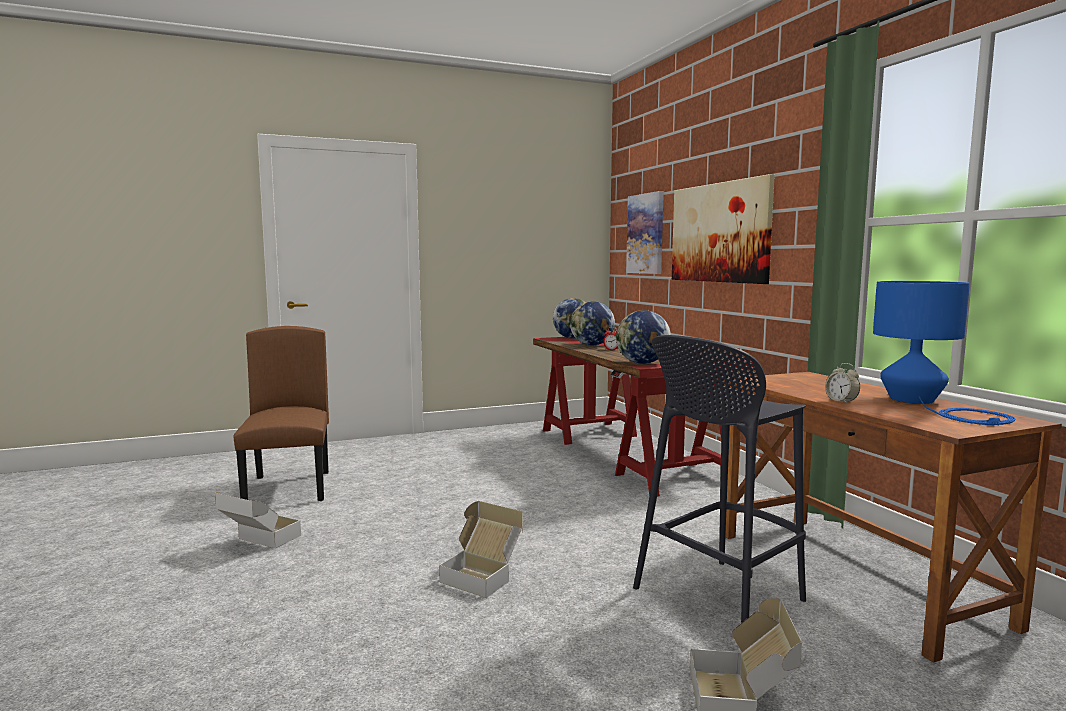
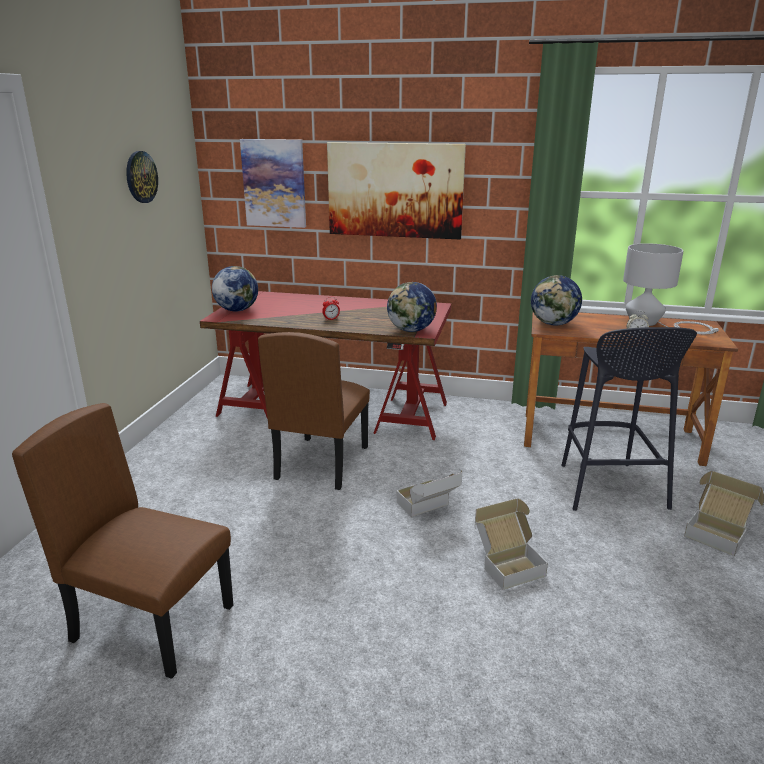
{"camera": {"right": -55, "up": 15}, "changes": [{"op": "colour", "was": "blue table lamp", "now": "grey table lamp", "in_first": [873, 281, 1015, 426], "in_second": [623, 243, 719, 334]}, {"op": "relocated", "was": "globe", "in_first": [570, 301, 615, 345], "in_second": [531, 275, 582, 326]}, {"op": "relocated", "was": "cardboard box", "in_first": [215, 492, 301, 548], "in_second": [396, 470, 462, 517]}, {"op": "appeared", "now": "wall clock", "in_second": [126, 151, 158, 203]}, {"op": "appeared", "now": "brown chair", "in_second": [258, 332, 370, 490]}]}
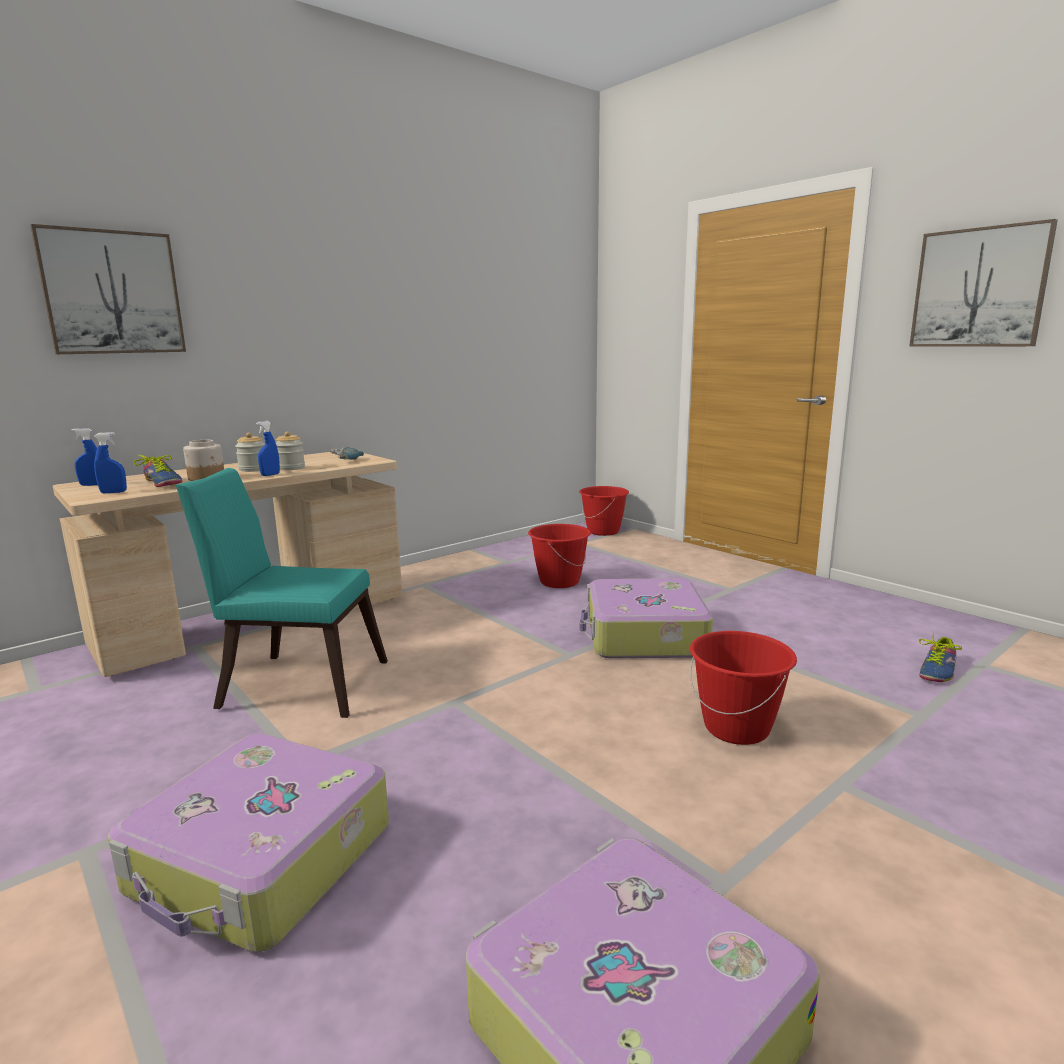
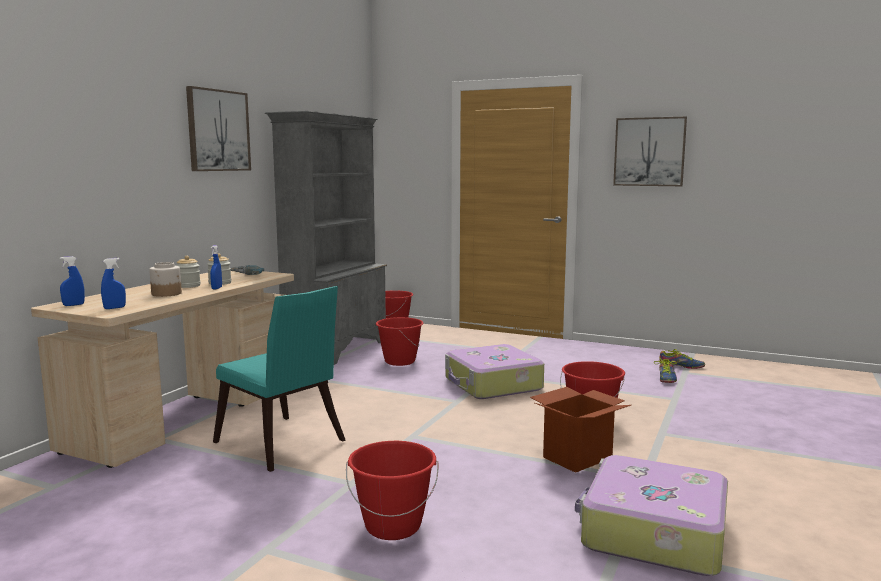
{"camera": {"right": -25, "up": -5}, "changes": [{"op": "relocated", "was": "picture", "in_first": [30, 224, 186, 354], "in_second": [186, 86, 251, 171]}, {"op": "relocated", "was": "shoe", "in_first": [134, 455, 183, 487], "in_second": [659, 349, 705, 369]}, {"op": "spun", "was": "turquoise chair", "in_first": [176, 468, 388, 718], "in_second": [213, 286, 346, 472], "clockwise": -120}, {"op": "exchanged", "was": "suitcase", "now": "red bucket", "in_first": [108, 734, 389, 953], "in_second": [346, 441, 438, 540]}, {"op": "appeared", "now": "grey bookcase", "in_second": [265, 111, 387, 365]}, {"op": "appeared", "now": "cardboard box", "in_second": [530, 387, 631, 473]}]}
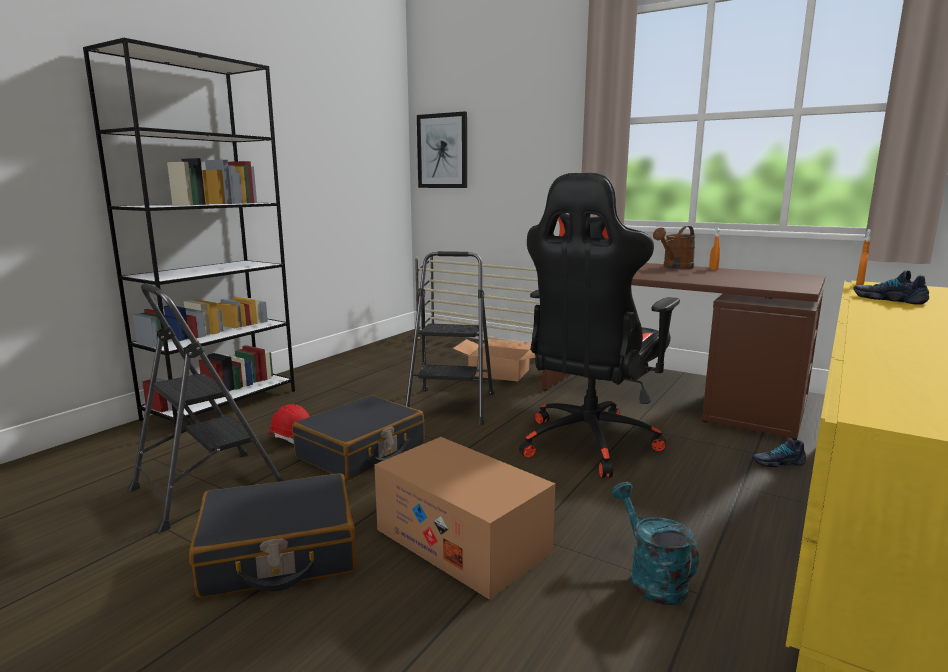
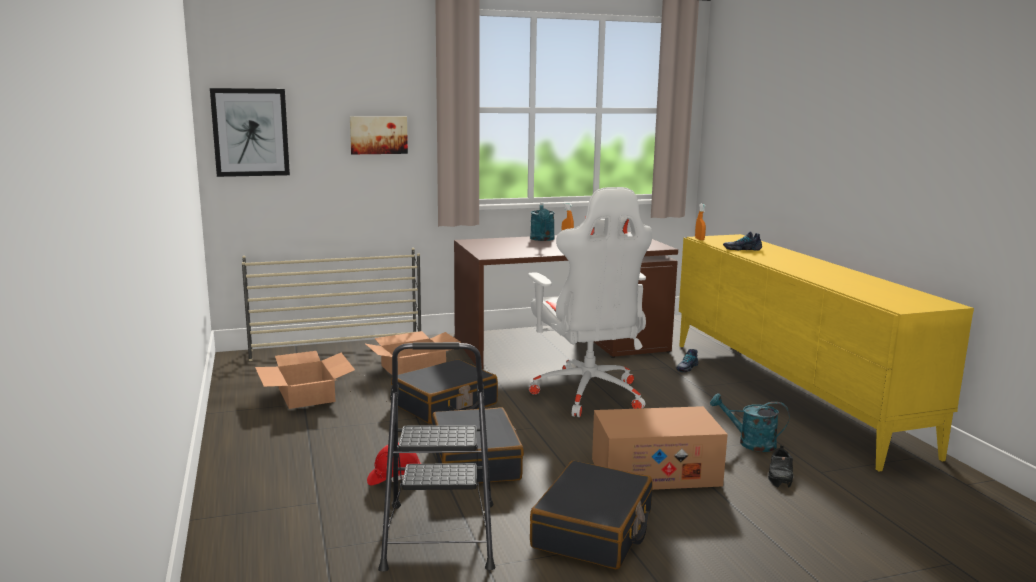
{"camera": {"right": -50, "up": 0}, "changes": [{"op": "missing", "was": "white bookcase", "in_first": [83, 38, 295, 426]}, {"op": "colour", "was": "black office chair", "now": "white office chair", "in_first": [519, 173, 680, 478], "in_second": [528, 187, 652, 417]}, {"op": "colour", "was": "brown watering can", "now": "turquoise watering can", "in_first": [653, 226, 696, 269], "in_second": [530, 203, 555, 241]}, {"op": "exchanged", "was": "black step ladder", "now": "black suitcase", "in_first": [406, 251, 494, 425], "in_second": [391, 359, 498, 424]}, {"op": "appeared", "now": "picture", "in_second": [350, 116, 408, 154]}, {"op": "appeared", "now": "cardboard box", "in_second": [255, 351, 355, 409]}, {"op": "appeared", "now": "black shoe", "in_second": [768, 445, 793, 488]}]}
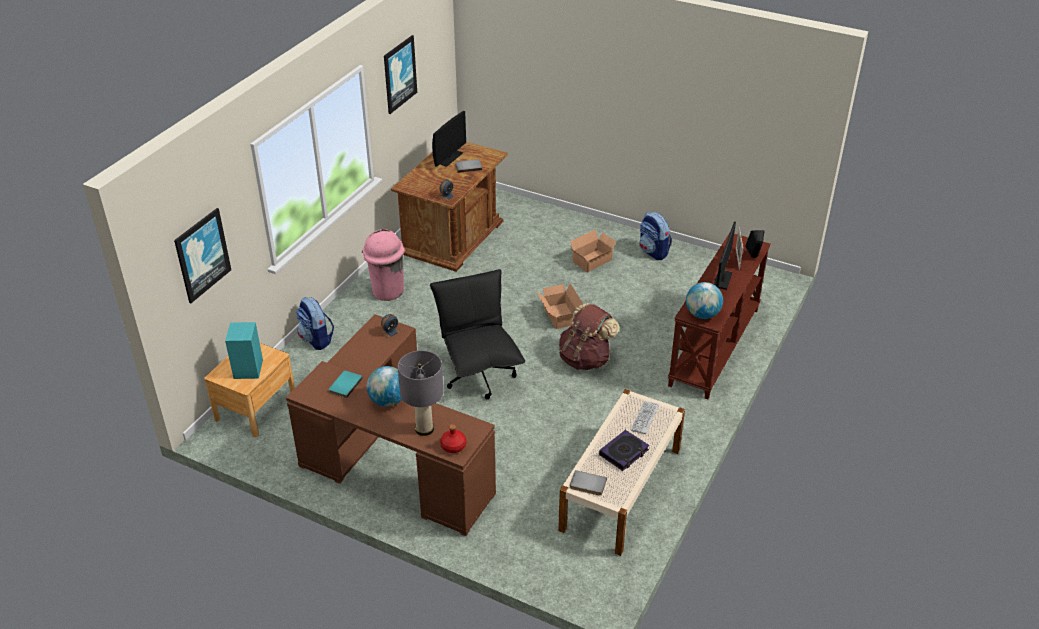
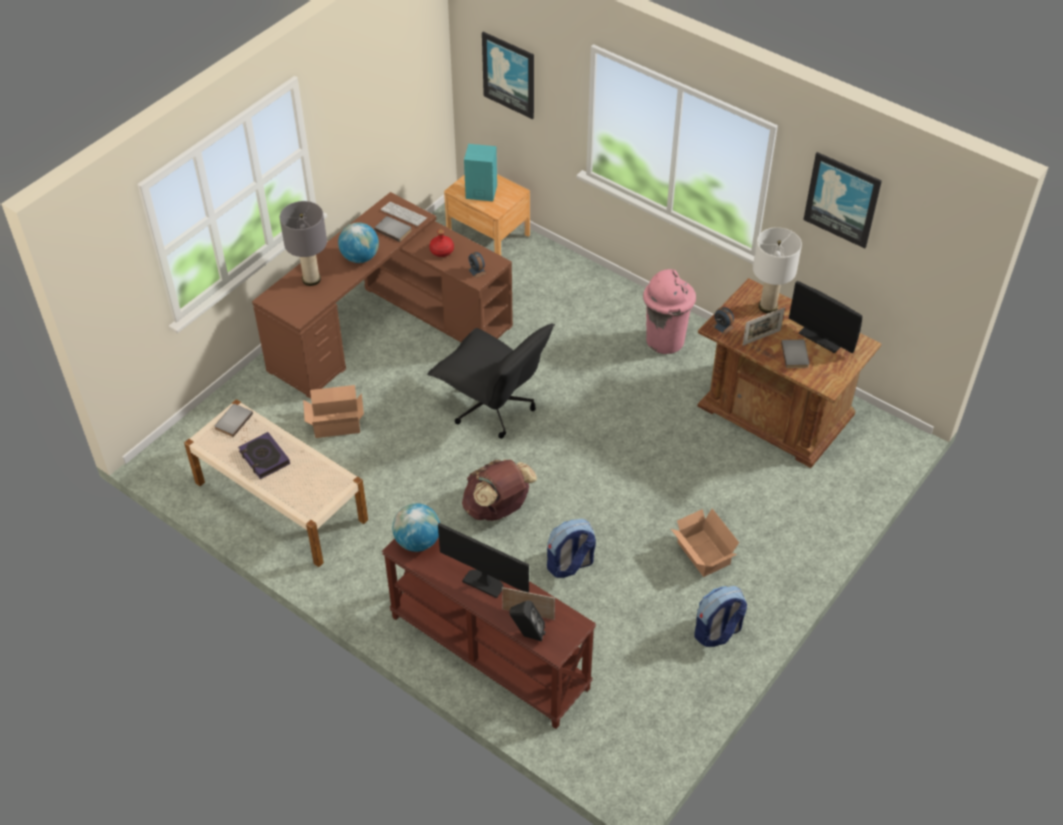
{"camera": {"right": 100, "up": 10}, "changes": [{"op": "spun", "was": "black office chair", "in_first": [430, 269, 525, 399], "in_second": [427, 324, 555, 439], "clockwise": 45}, {"op": "relocated", "was": "cardboard box", "in_first": [537, 283, 583, 329], "in_second": [303, 385, 364, 438]}, {"op": "relocated", "was": "backpack", "in_first": [296, 297, 334, 350], "in_second": [547, 519, 596, 578]}, {"op": "colour", "was": "turquoise book", "now": "grey book", "in_first": [329, 371, 363, 398], "in_second": [374, 216, 412, 242]}, {"op": "relocated", "was": "keyboard", "in_first": [630, 401, 659, 434], "in_second": [381, 202, 427, 226]}, {"op": "relocated", "was": "red bottle", "in_first": [440, 424, 466, 453], "in_second": [429, 229, 454, 257]}, {"op": "appeared", "now": "white table lamp", "in_second": [753, 227, 802, 313]}, {"op": "appeared", "now": "picture frame", "in_second": [743, 307, 785, 346]}]}
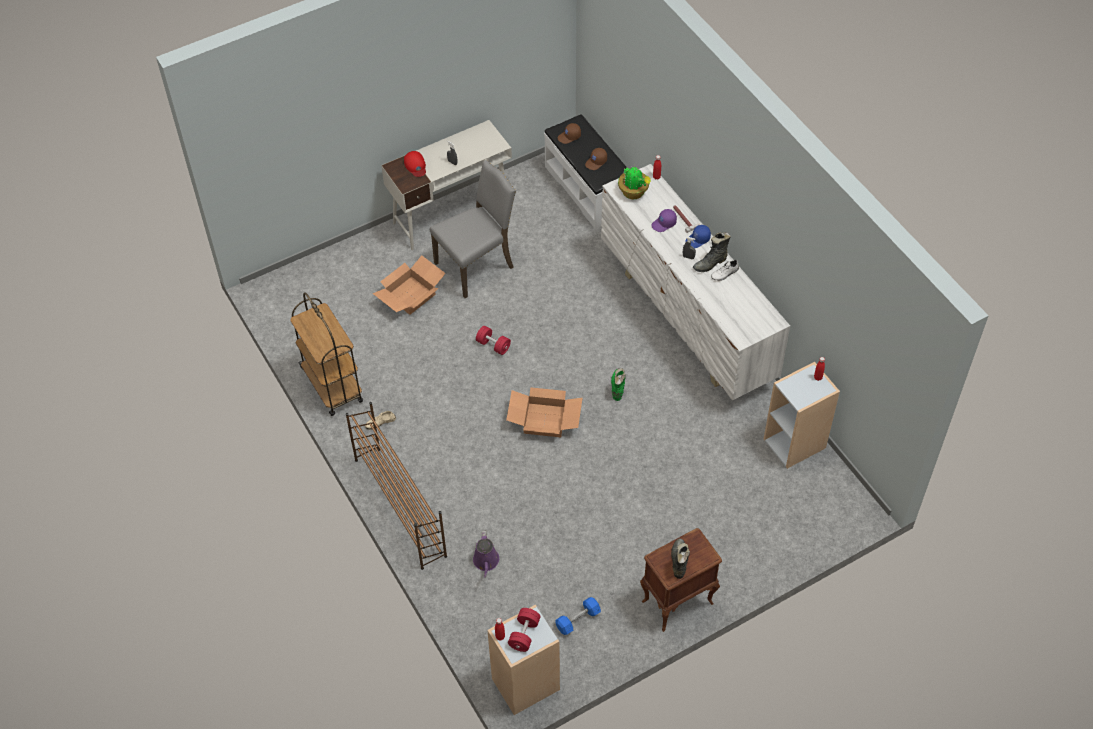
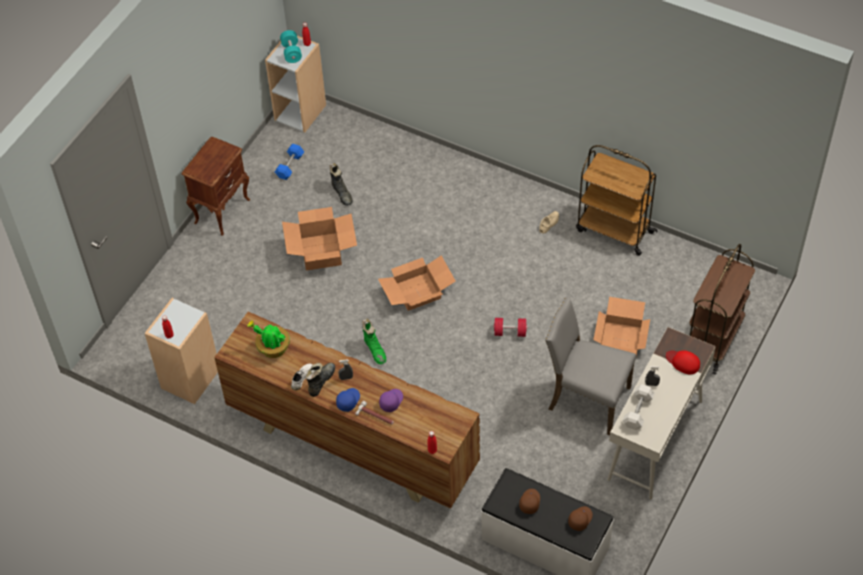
{"camera": {"right": 150, "up": 0}, "changes": [{"op": "spun", "was": "grey chair", "in_first": [430, 160, 516, 298], "in_second": [545, 297, 636, 435], "clockwise": 90}, {"op": "colour", "was": "white cabinet", "now": "brown cabinet", "in_first": [601, 164, 790, 401], "in_second": [214, 312, 480, 509]}, {"op": "relocated", "was": "potted plant", "in_first": [618, 165, 651, 199], "in_second": [247, 320, 290, 358]}, {"op": "missing", "was": "brown shoe rack", "in_first": [346, 402, 447, 570]}, {"op": "missing", "was": "purple watering can", "in_first": [473, 530, 499, 577]}, {"op": "relocated", "was": "black boot", "in_first": [671, 539, 690, 579], "in_second": [329, 163, 353, 206]}, {"op": "colour", "was": "red dumbbell", "now": "turquoise dumbbell", "in_first": [508, 608, 541, 652], "in_second": [280, 30, 302, 63]}, {"op": "appeared", "now": "cardboard box", "in_second": [282, 207, 357, 270]}, {"op": "appeared", "now": "brown cart", "in_second": [689, 244, 755, 375]}, {"op": "appeared", "now": "white dumbbell", "in_second": [623, 384, 655, 430]}]}
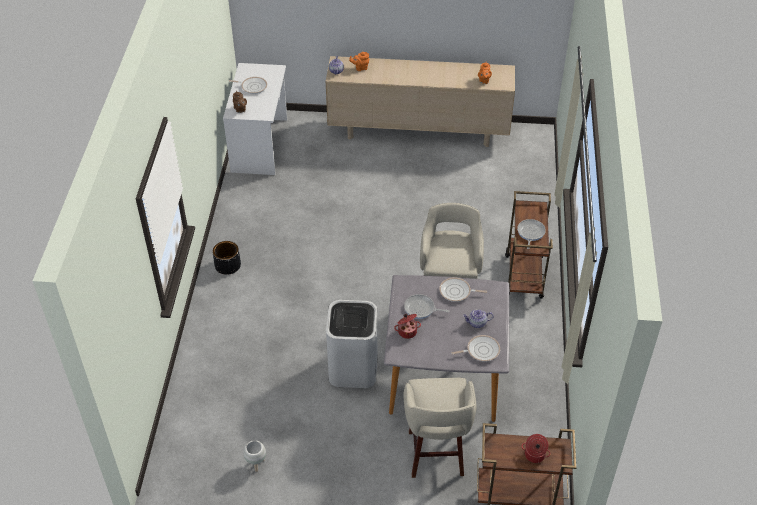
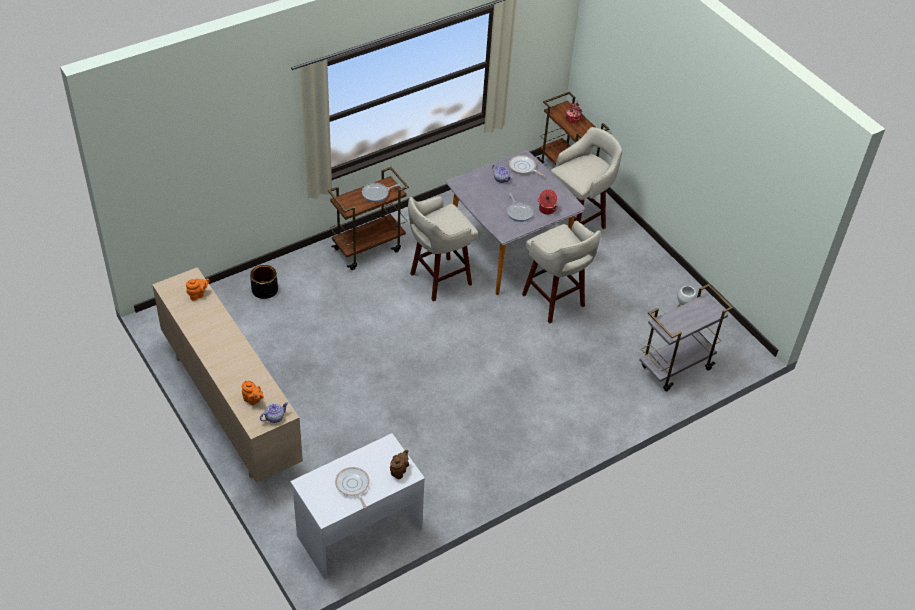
{"camera": {"right": -130, "up": 0}, "changes": [{"op": "relocated", "was": "black planter", "in_first": [212, 241, 241, 275], "in_second": [250, 265, 278, 299]}, {"op": "missing", "was": "frying pan", "in_first": [439, 277, 487, 302]}, {"op": "exchanged", "was": "white trash can", "now": "beige stool", "in_first": [326, 300, 377, 388], "in_second": [522, 221, 601, 323]}, {"op": "appeared", "now": "grey cart", "in_second": [640, 284, 733, 392]}]}
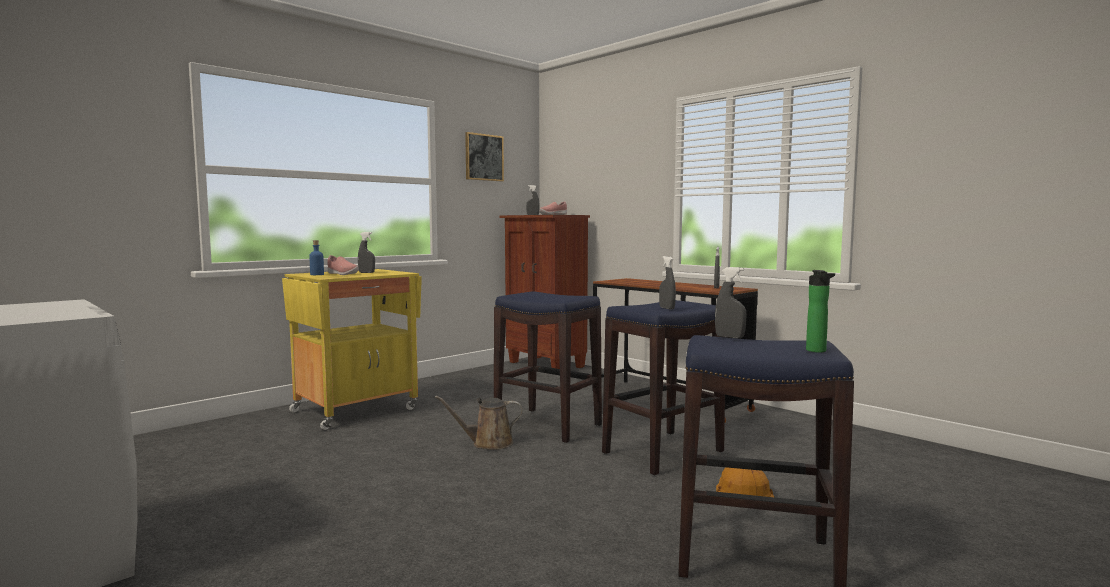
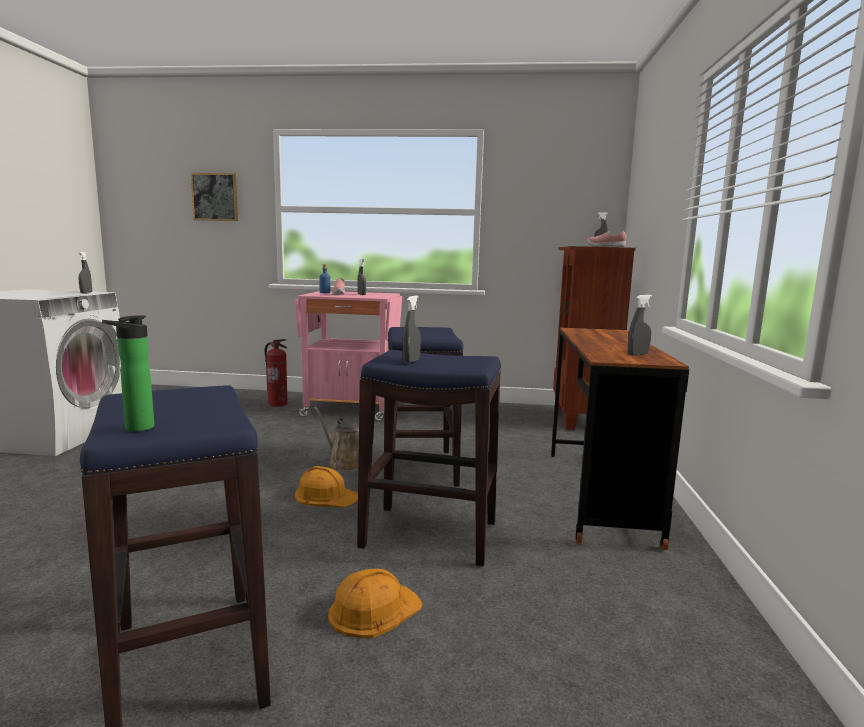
{"camera": {"right": 50, "up": 5}, "changes": [{"op": "relocated", "was": "picture", "in_first": [465, 132, 504, 181], "in_second": [191, 173, 238, 221]}, {"op": "relocated", "was": "grey spray bottle", "in_first": [715, 267, 747, 339], "in_second": [78, 251, 92, 293]}, {"op": "colour", "was": "yellow cart", "now": "pink cart", "in_first": [282, 269, 422, 430], "in_second": [295, 291, 402, 420]}, {"op": "appeared", "now": "fire extinguisher", "in_second": [264, 339, 288, 407]}, {"op": "appeared", "now": "orange hard hat", "in_second": [295, 466, 358, 507]}]}
